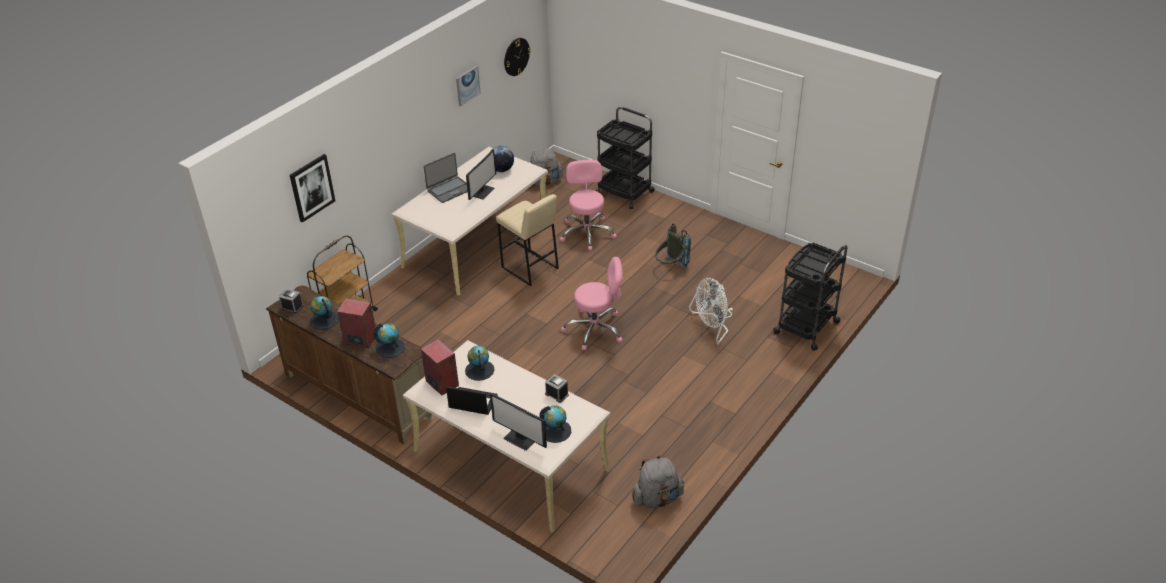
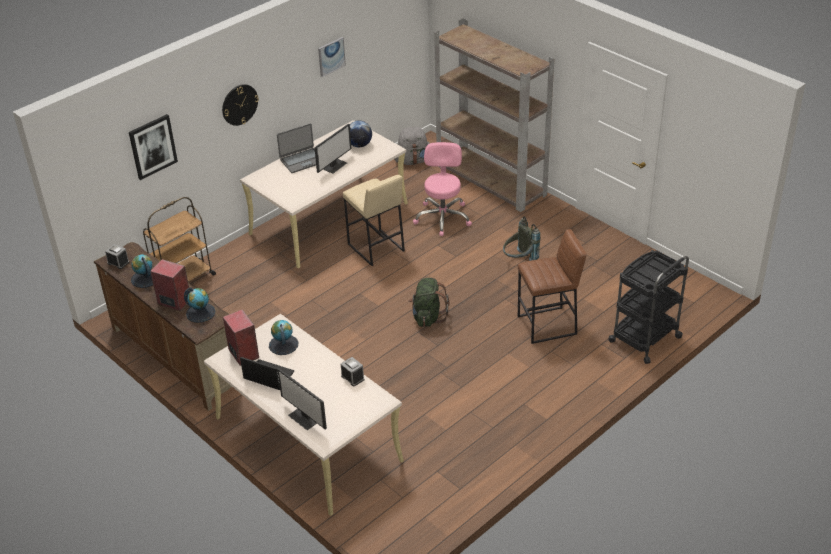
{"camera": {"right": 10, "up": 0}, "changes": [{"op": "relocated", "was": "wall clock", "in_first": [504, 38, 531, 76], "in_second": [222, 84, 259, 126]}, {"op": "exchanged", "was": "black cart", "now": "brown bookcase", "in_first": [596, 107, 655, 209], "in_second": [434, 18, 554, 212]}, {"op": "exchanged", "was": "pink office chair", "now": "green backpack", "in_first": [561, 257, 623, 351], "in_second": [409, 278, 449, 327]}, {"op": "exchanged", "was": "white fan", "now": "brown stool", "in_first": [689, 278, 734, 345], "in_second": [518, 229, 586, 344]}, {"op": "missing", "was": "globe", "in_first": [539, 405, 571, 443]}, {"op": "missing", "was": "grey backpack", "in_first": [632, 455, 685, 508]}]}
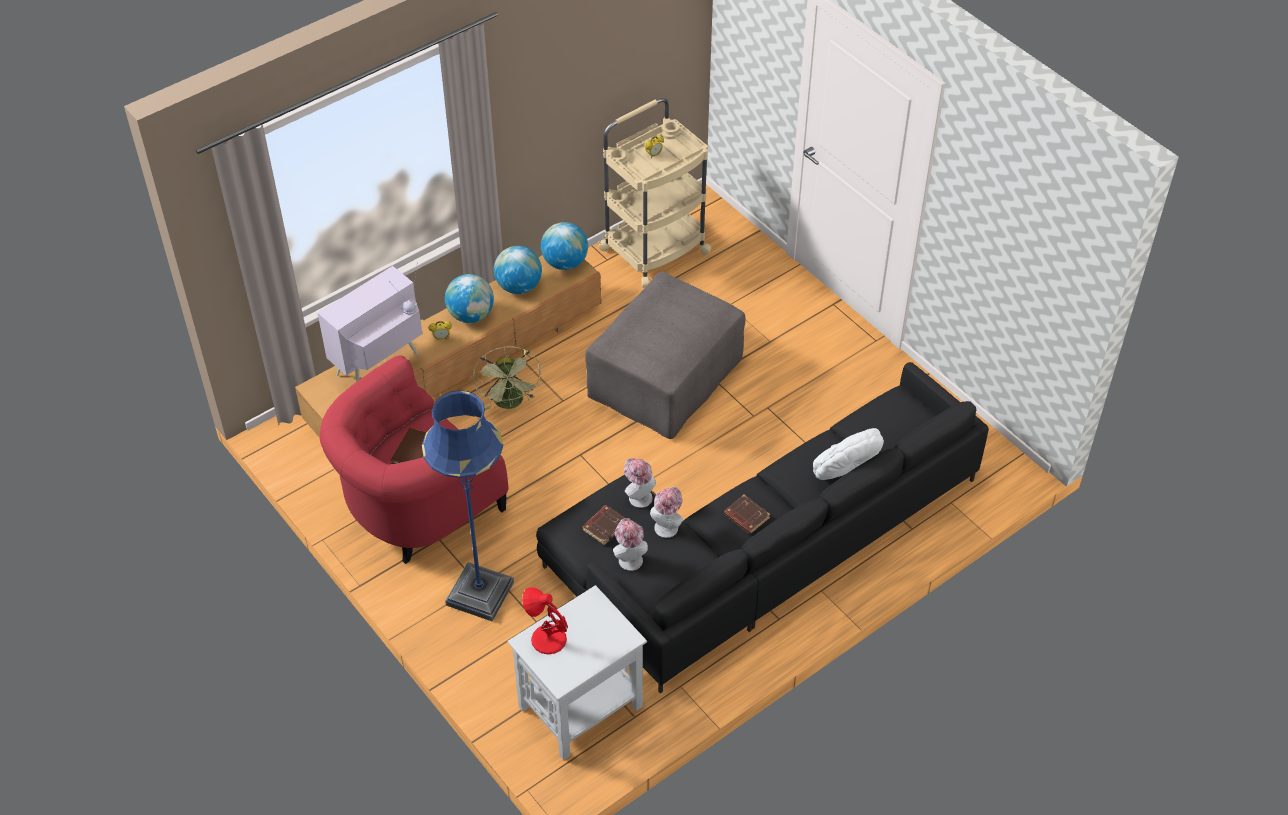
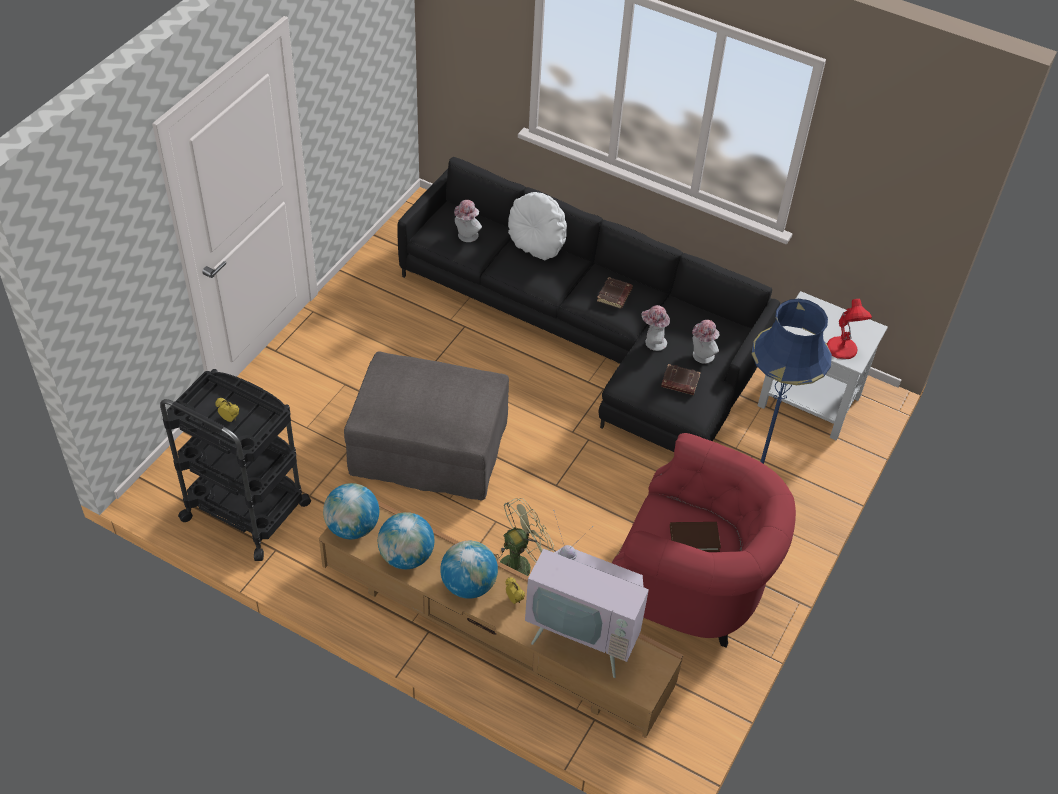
{"camera": {"right": -115, "up": 0}, "changes": [{"op": "colour", "was": "beige cart", "now": "black cart", "in_first": [598, 98, 711, 288], "in_second": [160, 369, 311, 561]}, {"op": "relocated", "was": "hat", "in_first": [624, 458, 656, 508], "in_second": [454, 200, 482, 242]}]}
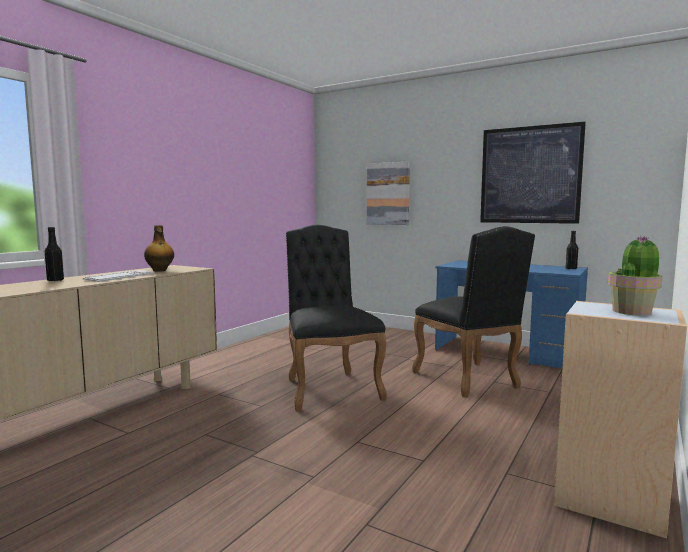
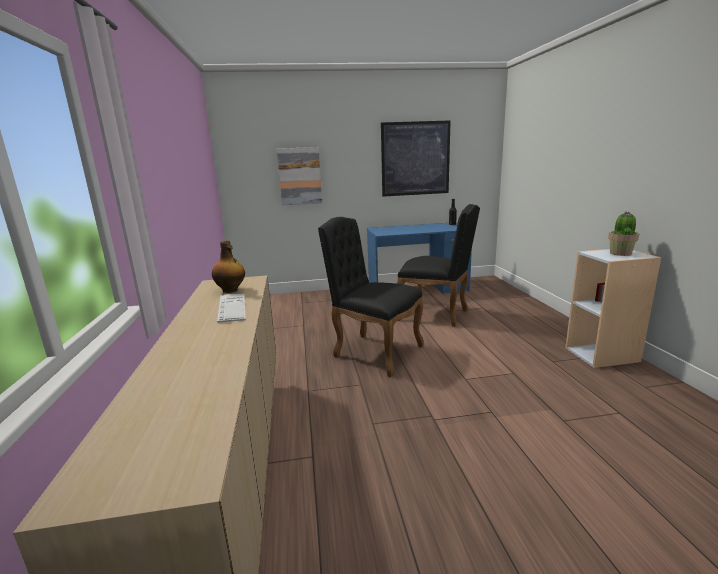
{"camera": {"right": -40, "up": 10}, "changes": [{"op": "missing", "was": "black bottle", "in_first": [45, 227, 64, 281]}]}
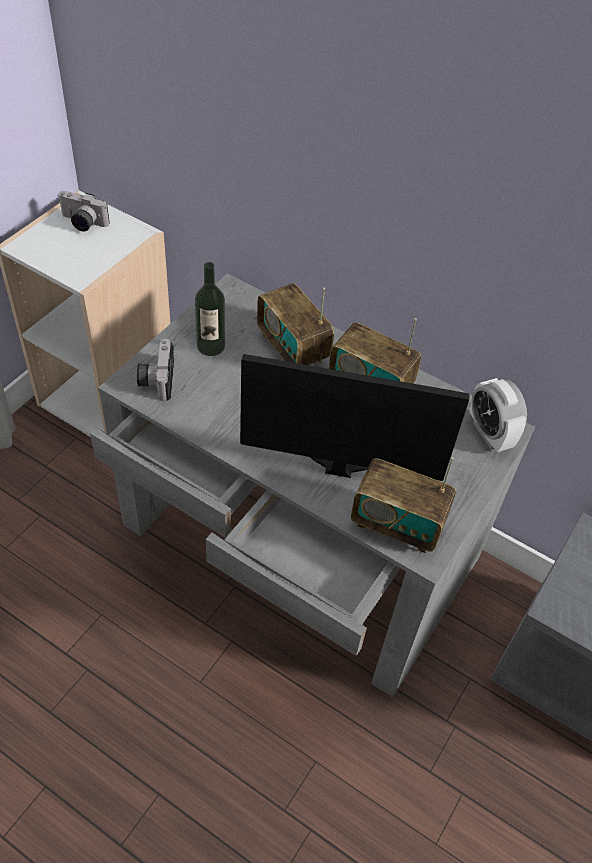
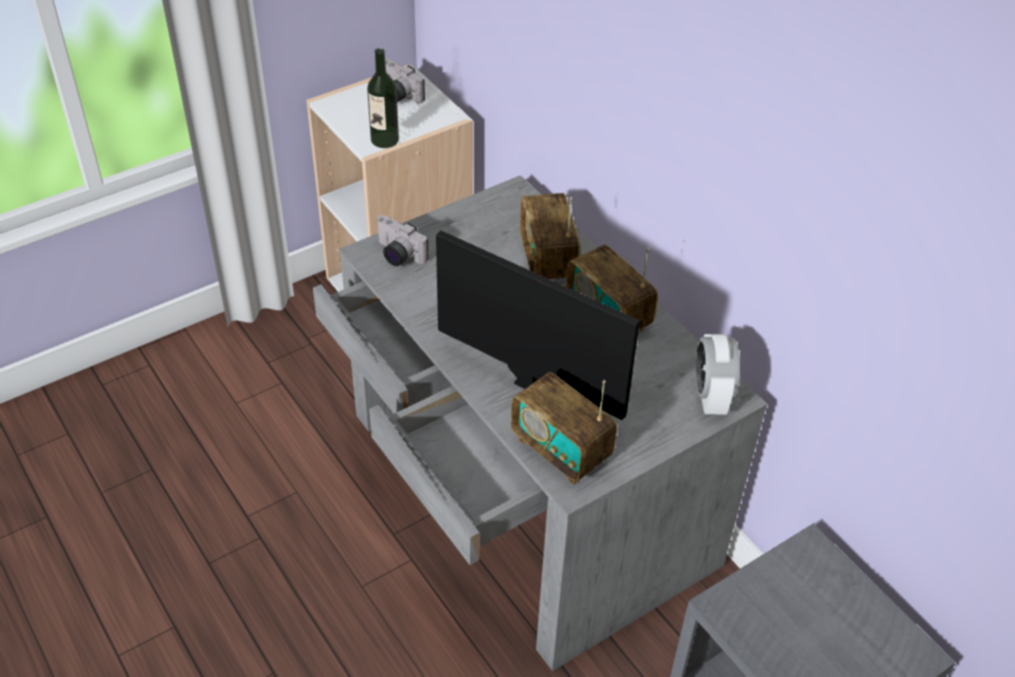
{"camera": {"right": 25, "up": -5}, "changes": [{"op": "relocated", "was": "bottle", "in_first": [195, 262, 225, 356], "in_second": [367, 48, 399, 148]}, {"op": "spun", "was": "photo camera", "in_first": [137, 339, 174, 401], "in_second": [376, 215, 428, 266], "clockwise": -75}]}
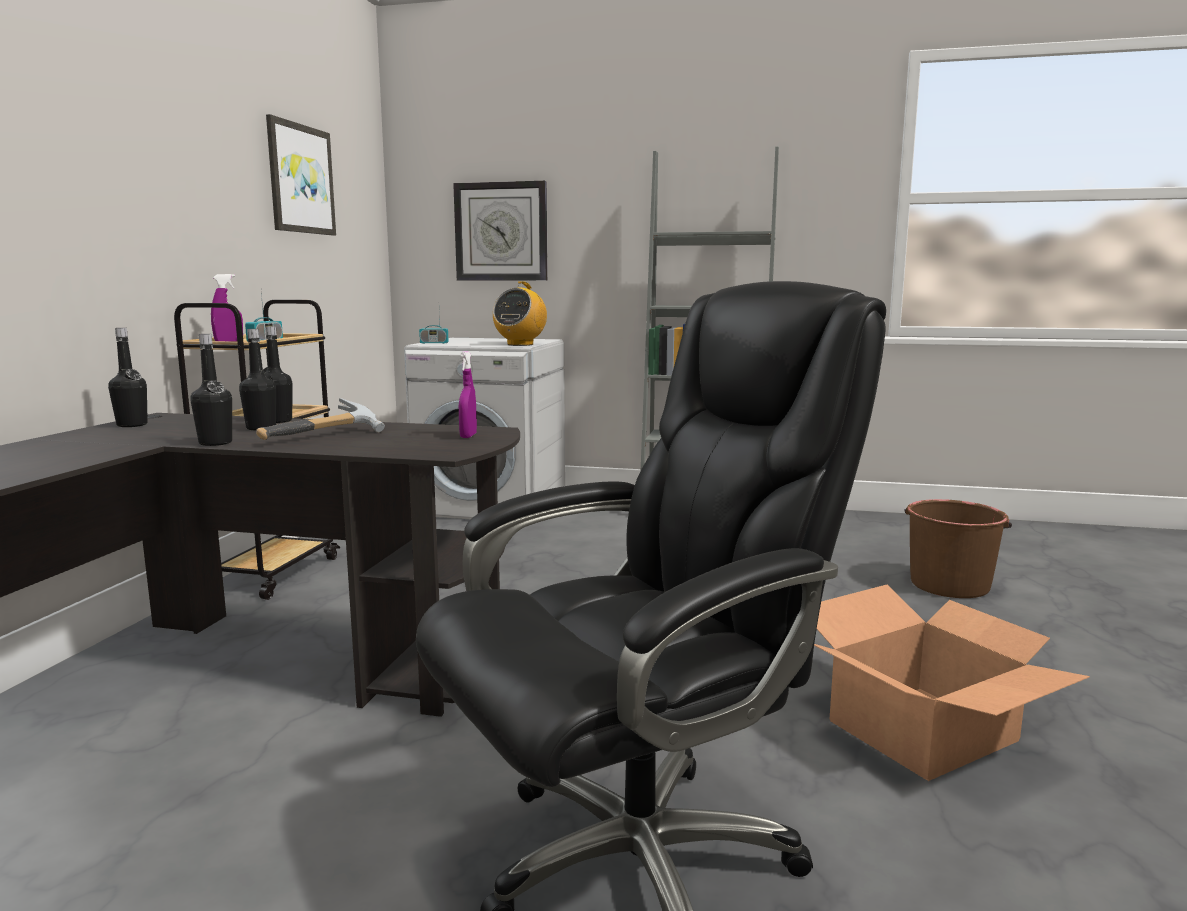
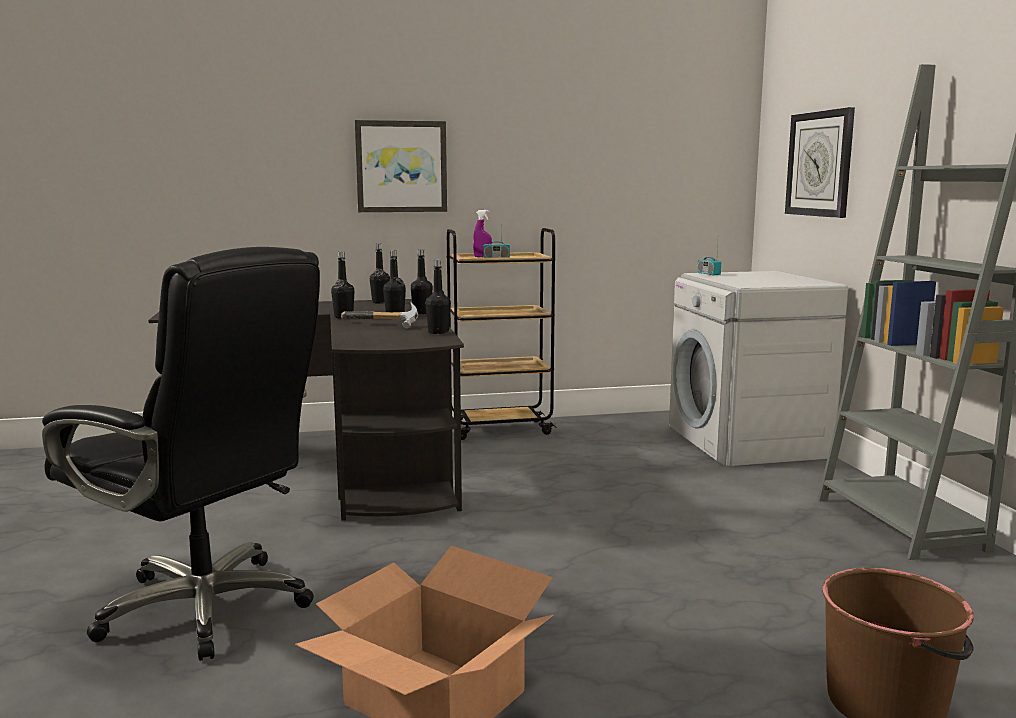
{"camera": {"right": 65, "up": 0}, "changes": [{"op": "relocated", "was": "picture", "in_first": [266, 114, 336, 235], "in_second": [355, 120, 447, 212]}, {"op": "missing", "was": "radio", "in_first": [493, 281, 547, 346]}, {"op": "missing", "was": "purple spray bottle", "in_first": [459, 351, 477, 438]}, {"op": "appeared", "now": "black bottle", "in_second": [425, 259, 451, 334]}]}
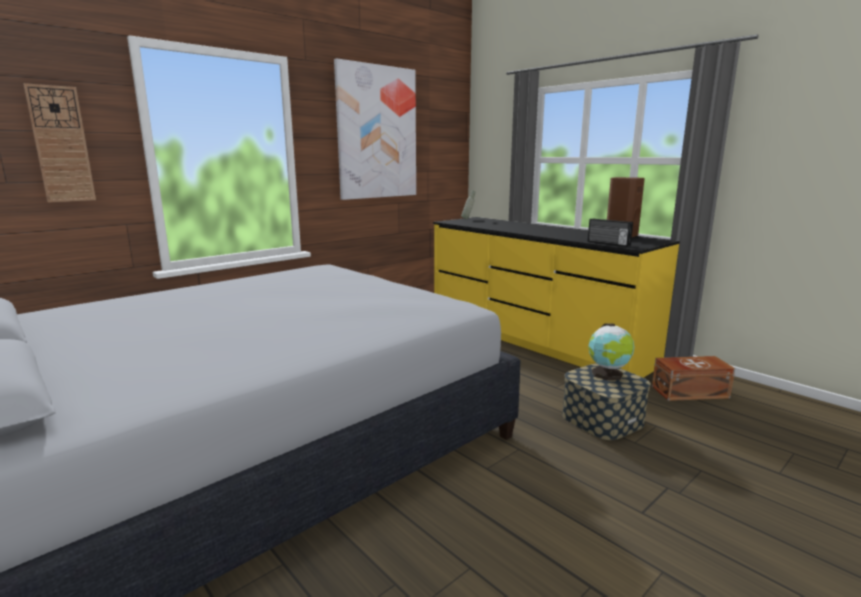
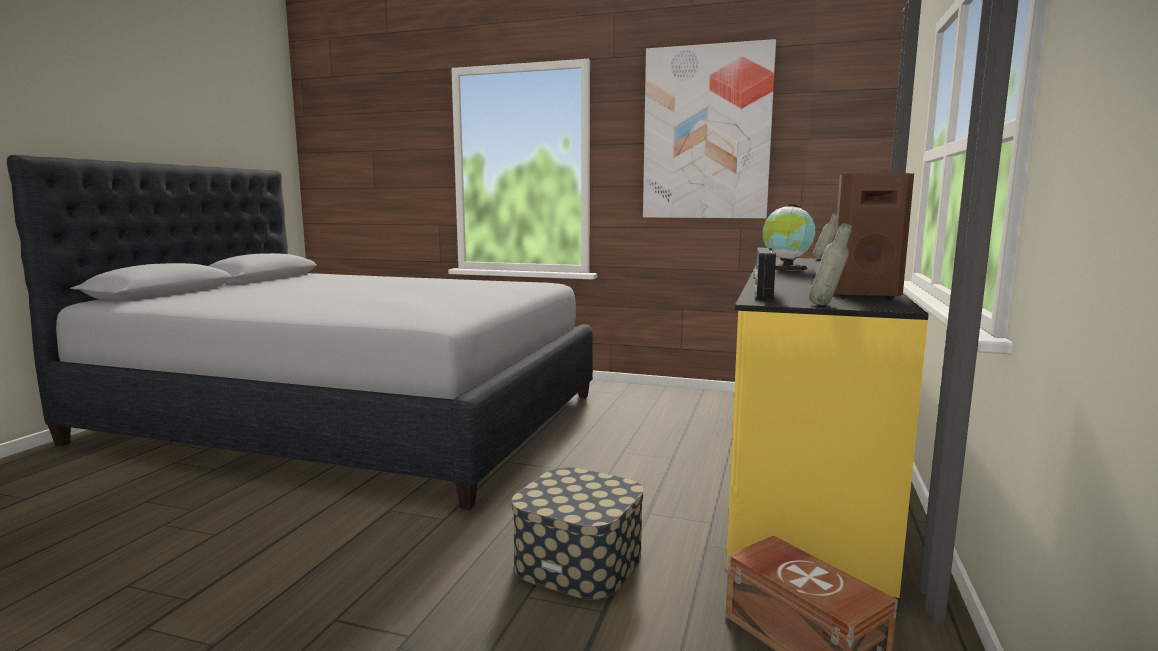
{"camera": {"right": 60, "up": -5}, "changes": [{"op": "missing", "was": "wall clock", "in_first": [23, 83, 96, 202]}, {"op": "relocated", "was": "globe", "in_first": [588, 323, 634, 381], "in_second": [763, 204, 815, 271]}, {"op": "appeared", "now": "grey bottle", "in_second": [809, 223, 852, 306]}]}
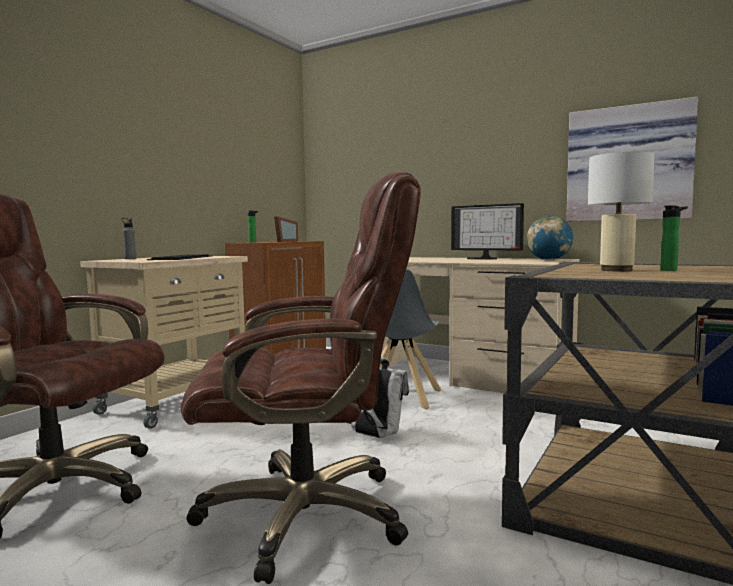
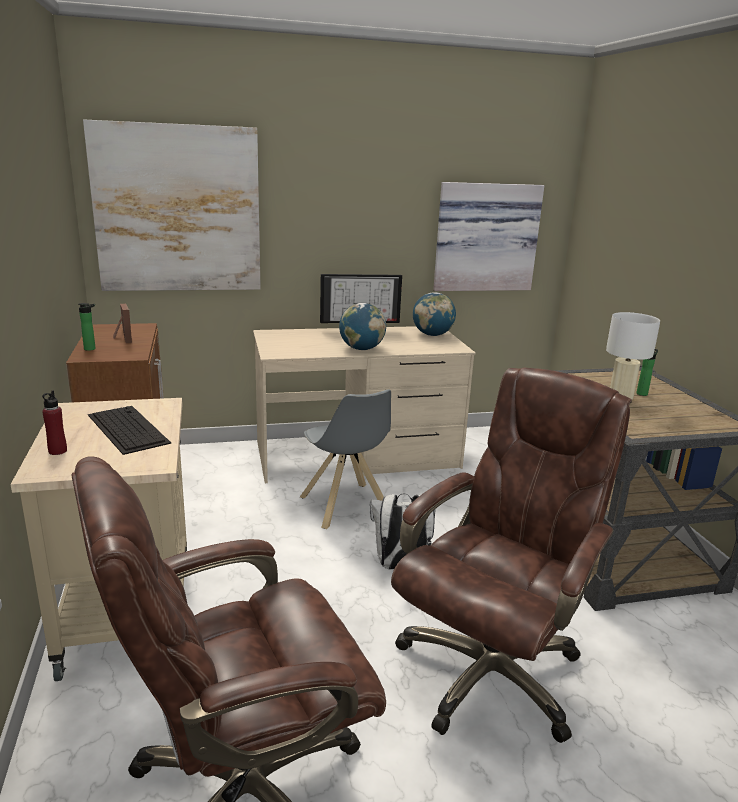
{"camera": {"right": -45, "up": 15}, "changes": [{"op": "colour", "was": "grey bottle", "now": "red bottle", "in_first": [121, 218, 136, 259], "in_second": [42, 390, 67, 455]}, {"op": "appeared", "now": "picture", "in_second": [83, 119, 261, 291]}, {"op": "appeared", "now": "globe", "in_second": [339, 303, 386, 350]}]}
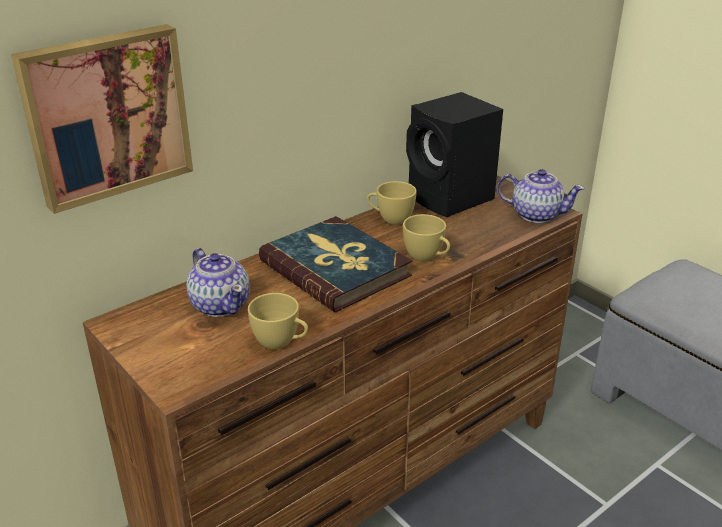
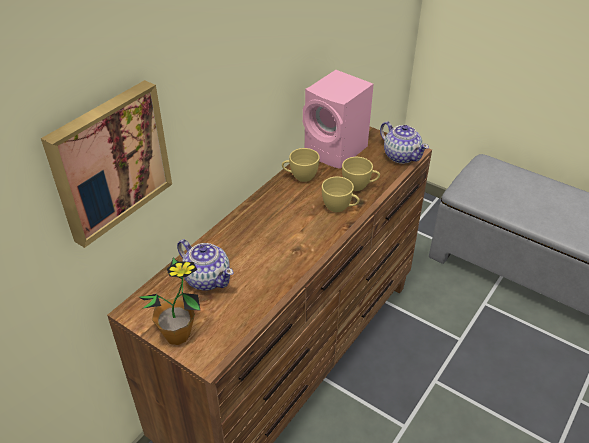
{"camera": {"right": -15, "up": 10}, "changes": [{"op": "colour", "was": "black speaker", "now": "pink speaker", "in_first": [406, 92, 503, 217], "in_second": [303, 70, 374, 169]}, {"op": "spun", "was": "teapot", "in_first": [497, 169, 585, 223], "in_second": [380, 121, 429, 164], "clockwise": 45}, {"op": "missing", "was": "book", "in_first": [259, 216, 412, 312]}, {"op": "relocated", "was": "yellow cup", "in_first": [248, 293, 308, 350], "in_second": [342, 157, 380, 191]}, {"op": "appeared", "now": "potted plant", "in_second": [139, 258, 201, 345]}]}
